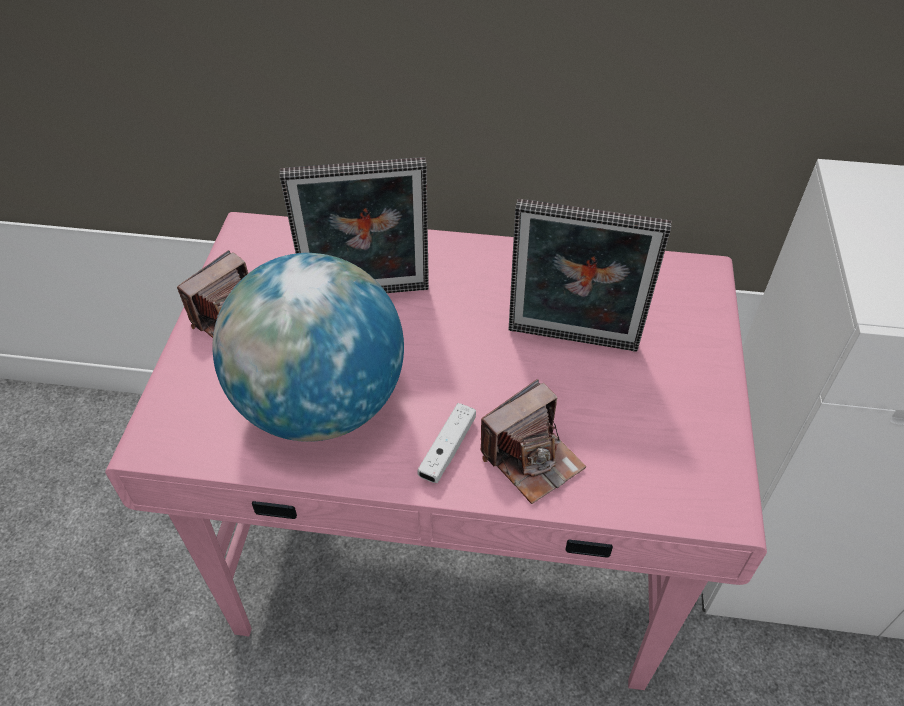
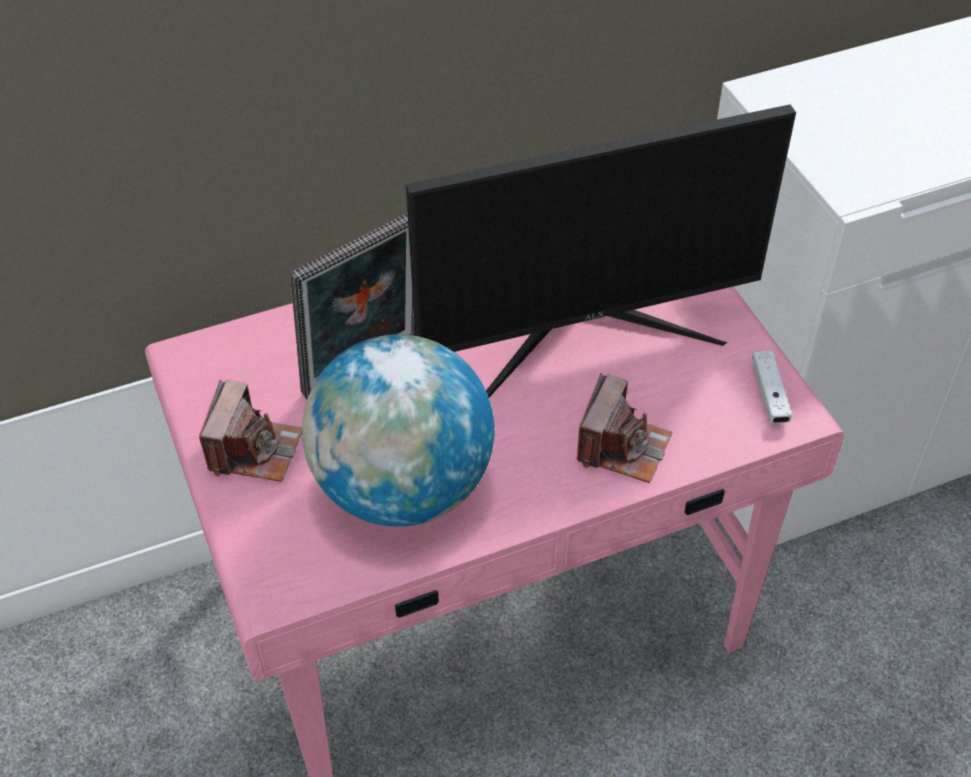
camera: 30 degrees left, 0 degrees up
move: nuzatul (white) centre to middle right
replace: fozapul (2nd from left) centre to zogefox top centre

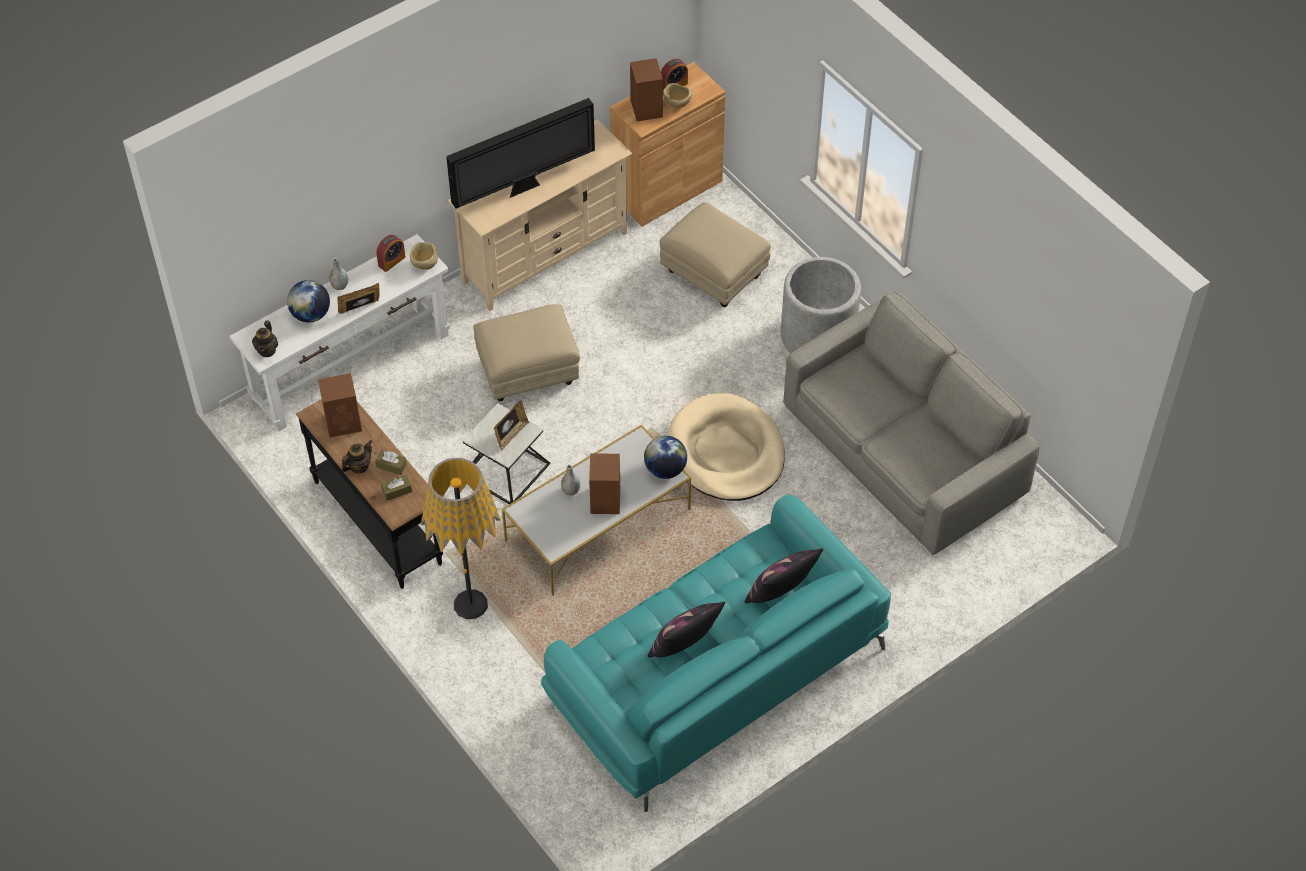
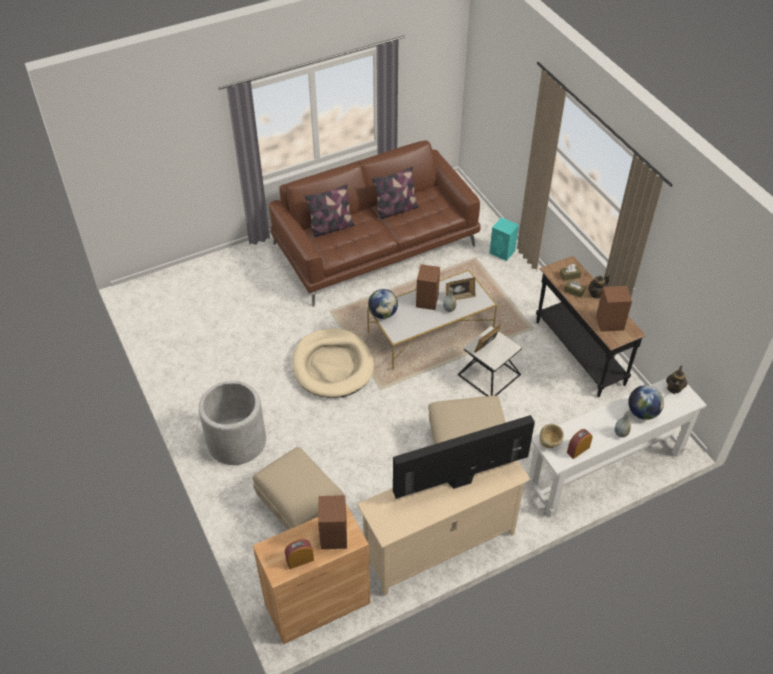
camera: 170 degrees left, 5 degrees down
delete: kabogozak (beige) (2nd from left) top centre; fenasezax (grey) middle right; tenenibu centre
insert: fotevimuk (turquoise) centre
move: fozapul (1st from left) middle left to centre
recolor: fenasezax (turquoise) bottom centre to fenasezax (brown) top centre

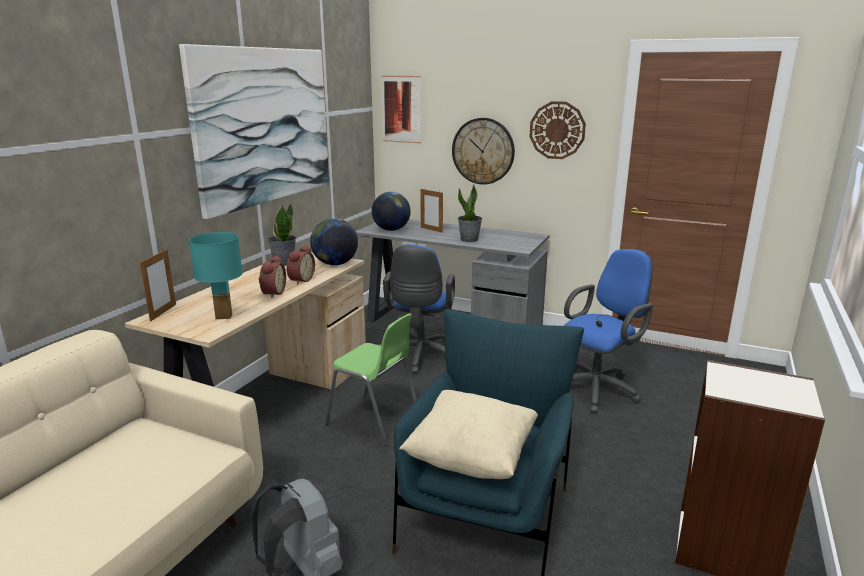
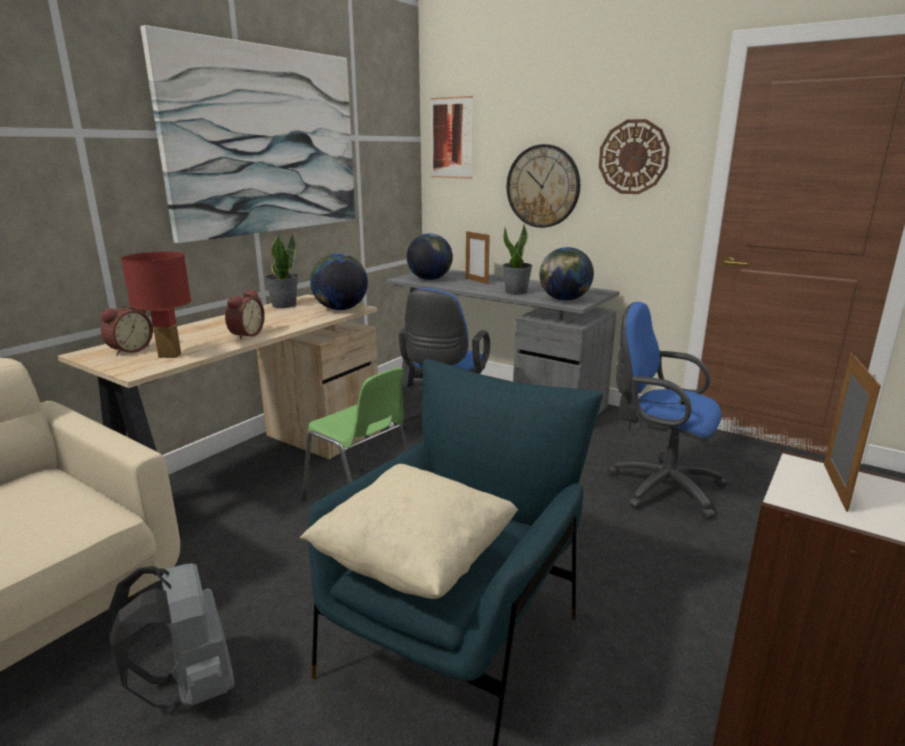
camera: 10 degrees right, 0 degrees up
insert: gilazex (3rd from left) centre
move: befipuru (2nd from left in the first image) centre to befipuru (1st from left) middle left; fozapul (1st from left in the first image) middle left to fozapul (2nd from left) middle right
recolor: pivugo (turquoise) middle left to pivugo (red) middle left
rotate: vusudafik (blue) (2nd from left) middle right = middle right 120 degrees counterclockwise

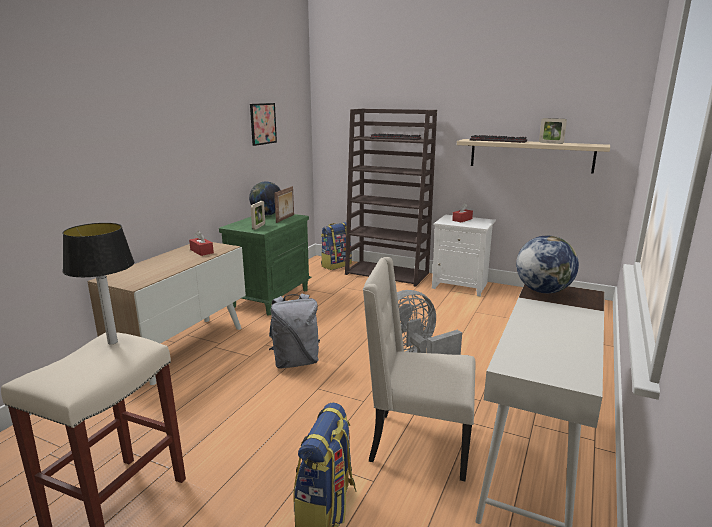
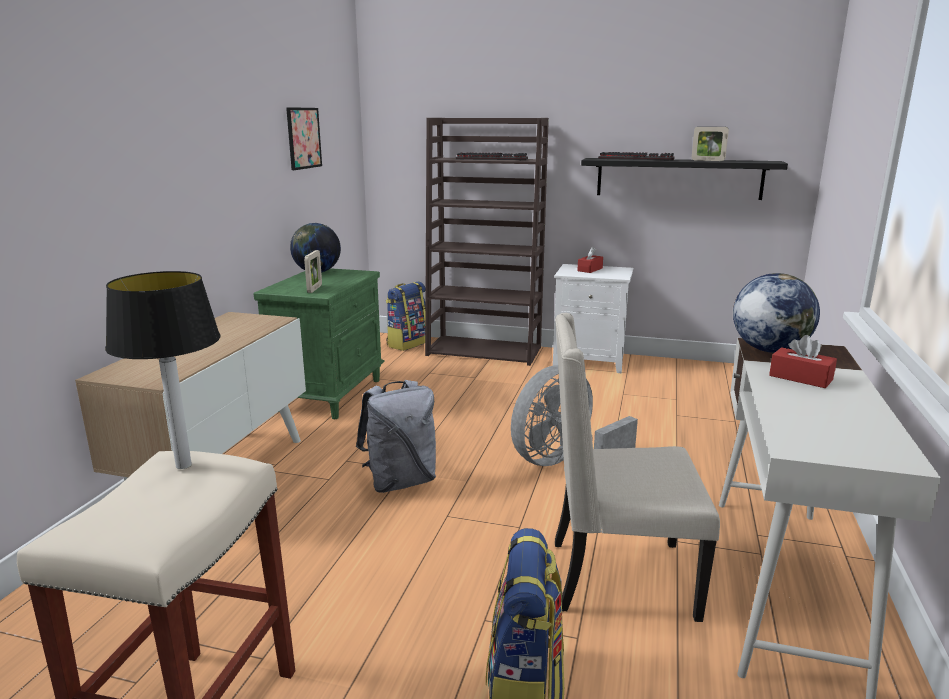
camera: 10 degrees left, 0 degrees up
delete: fozapul (2nd from left) centre
move: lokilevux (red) (1st from left in the first image) middle left to lokilevux (red) (2nd from left) middle right
recolor: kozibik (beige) top right to kozibik (black) top right

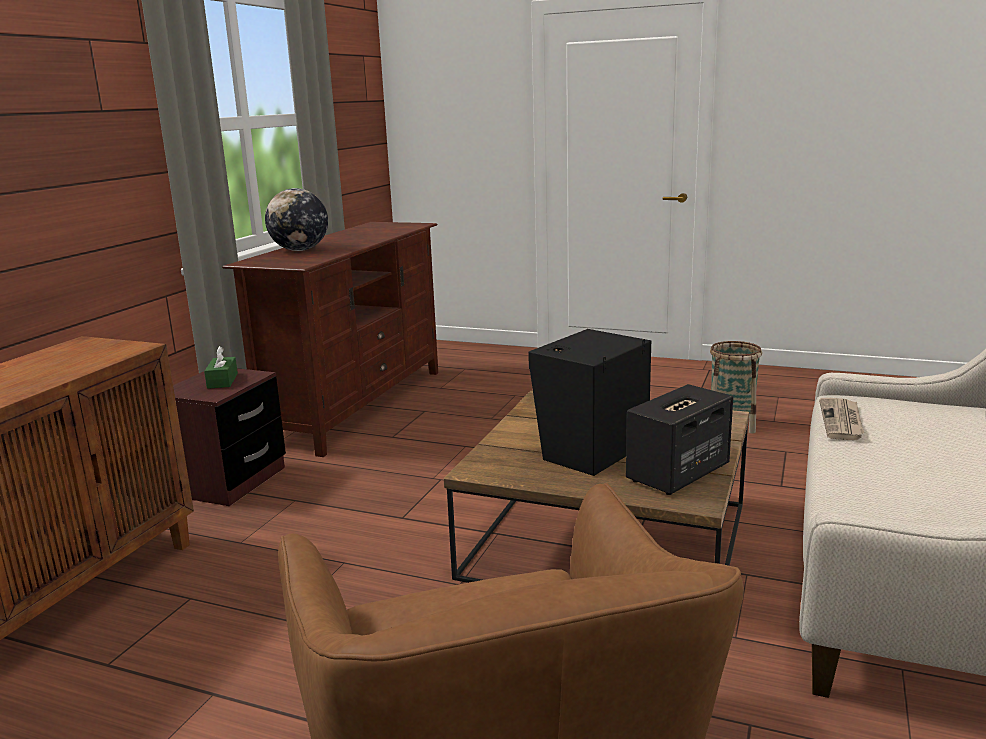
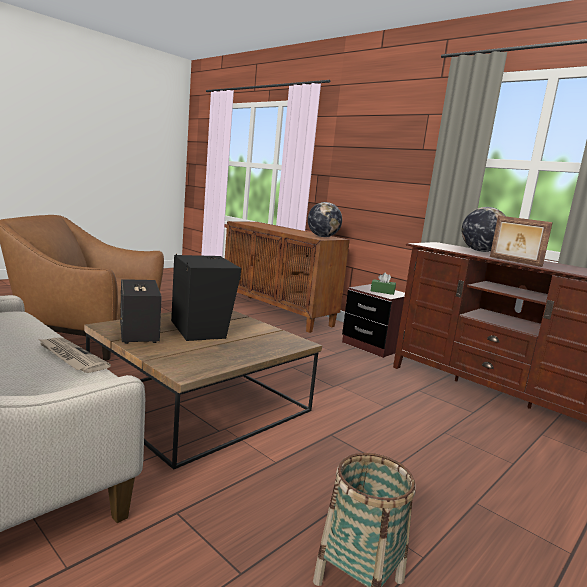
camera: 110 degrees right, 5 degrees down
insert: gilazex (1st from left) centre; fozapul middle right

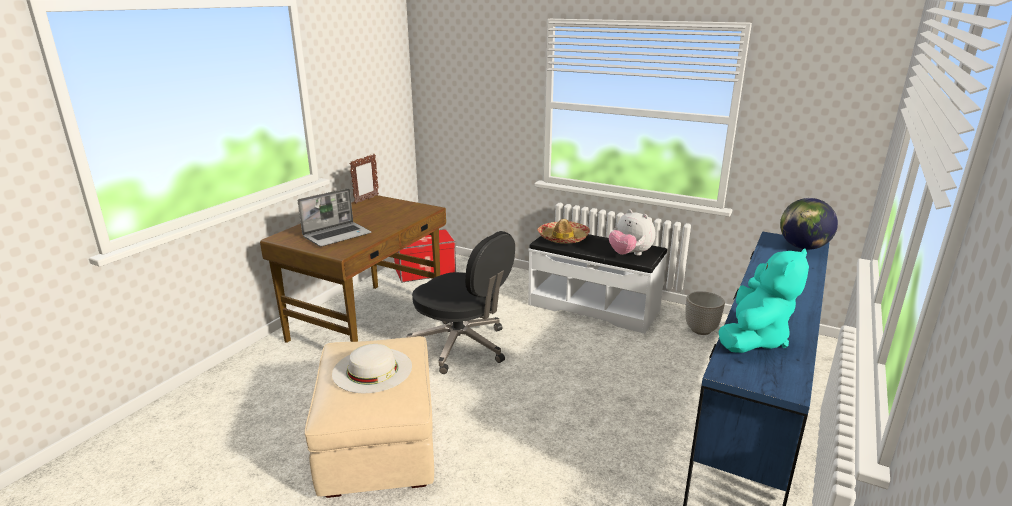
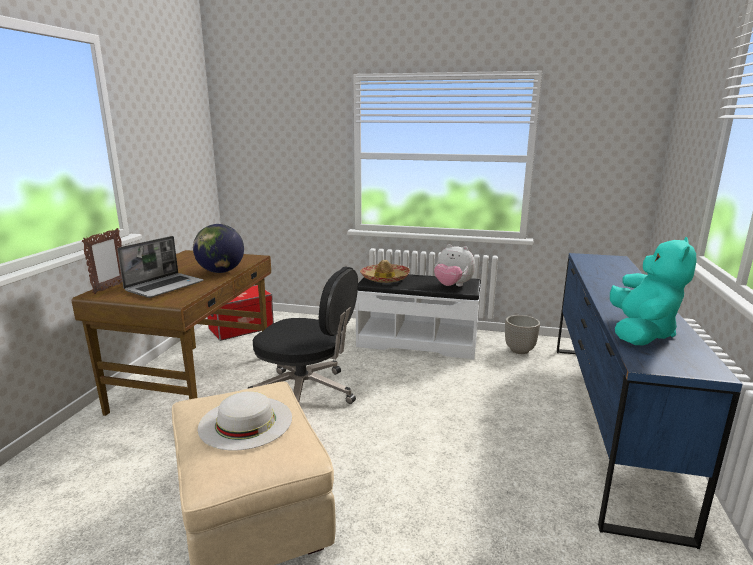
camera: 15 degrees left, 5 degrees down
move: fozapul centre to middle left; gilazex middle right to middle left

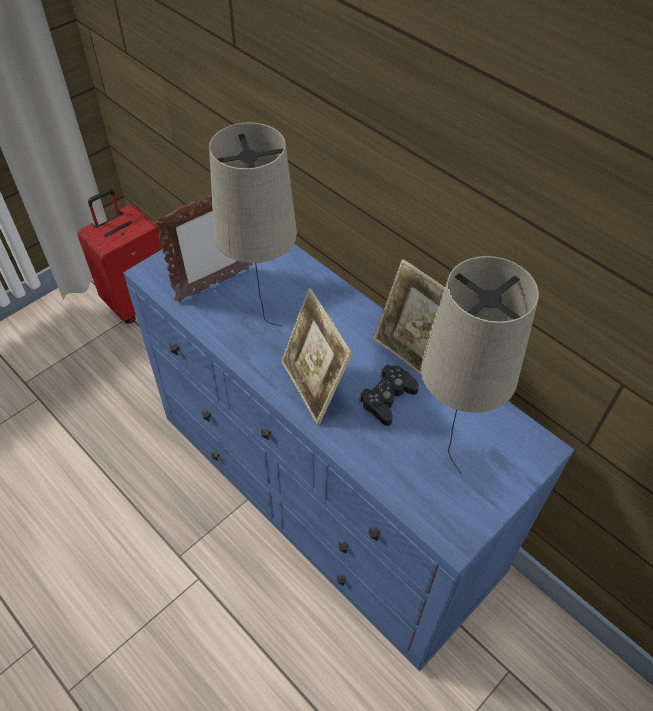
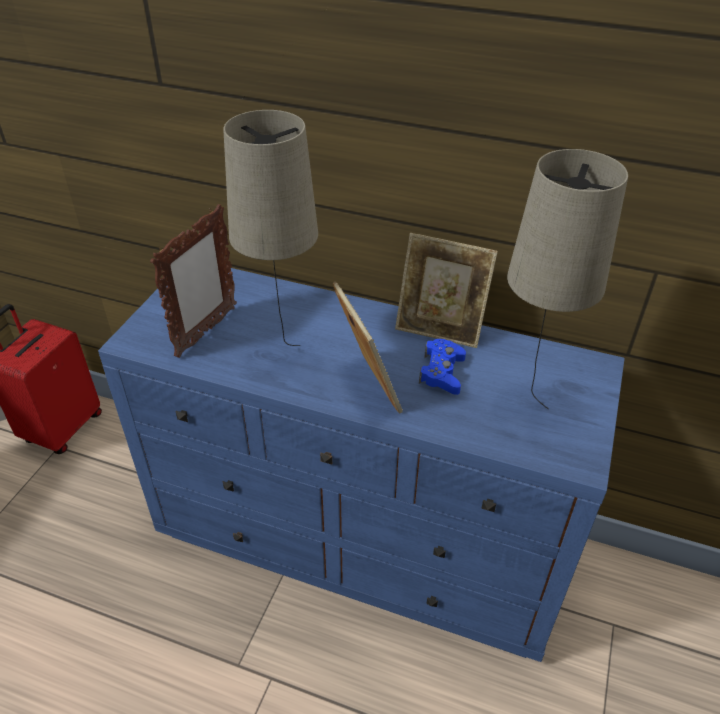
camera: 25 degrees left, 10 degrees down
recolor: nuzatul (black) centre to nuzatul (blue) centre
rotate: fozapul (2nd from left) centre = centre 150 degrees counterclockwise

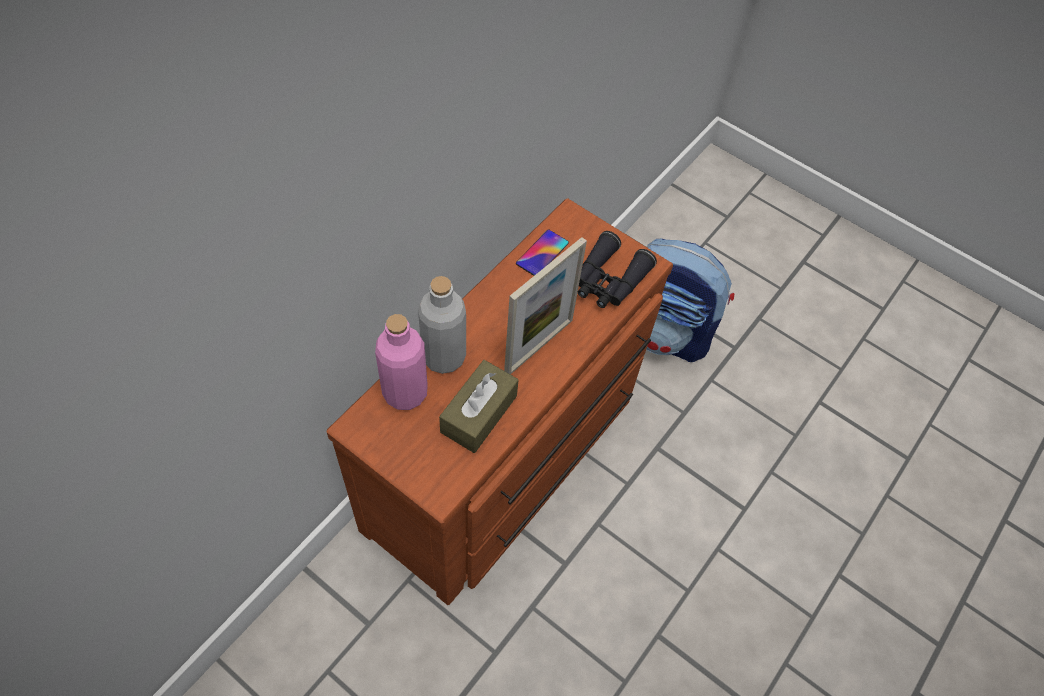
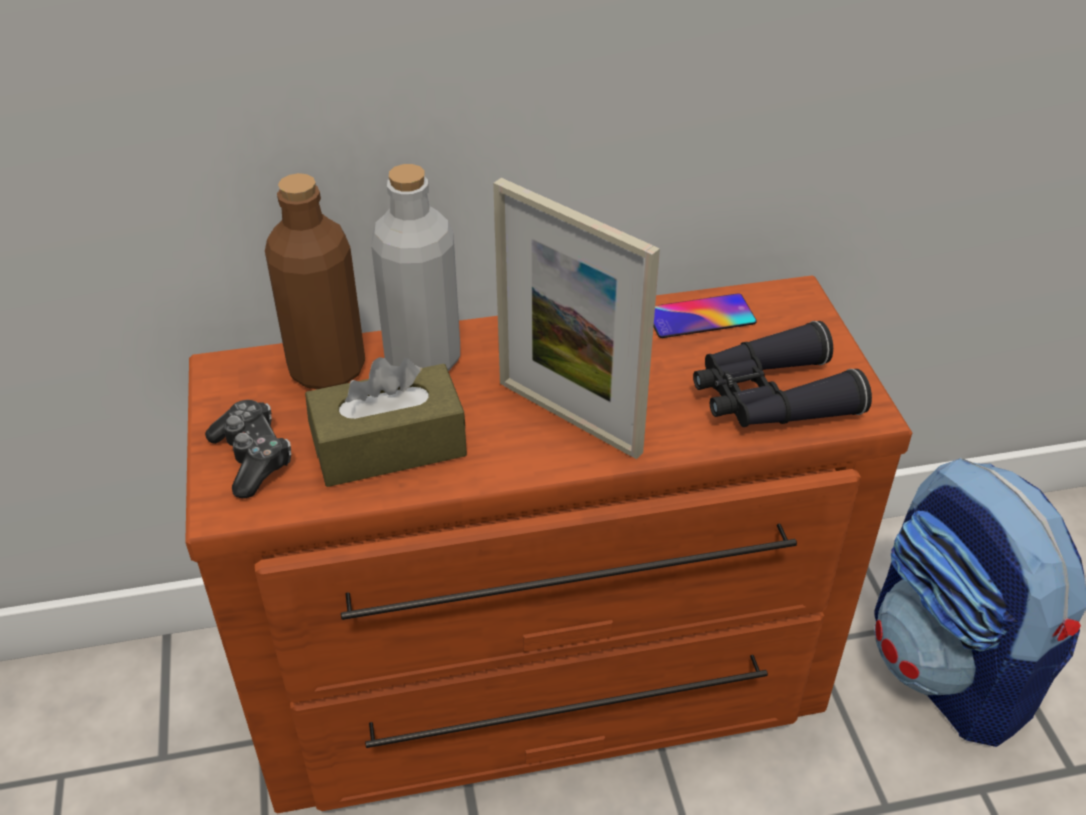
camera: 45 degrees right, 15 degrees down
insert: nuzatul middle left
recolor: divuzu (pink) centre to divuzu (brown) middle left
rotate: fozapul centre = centre 45 degrees clockwise

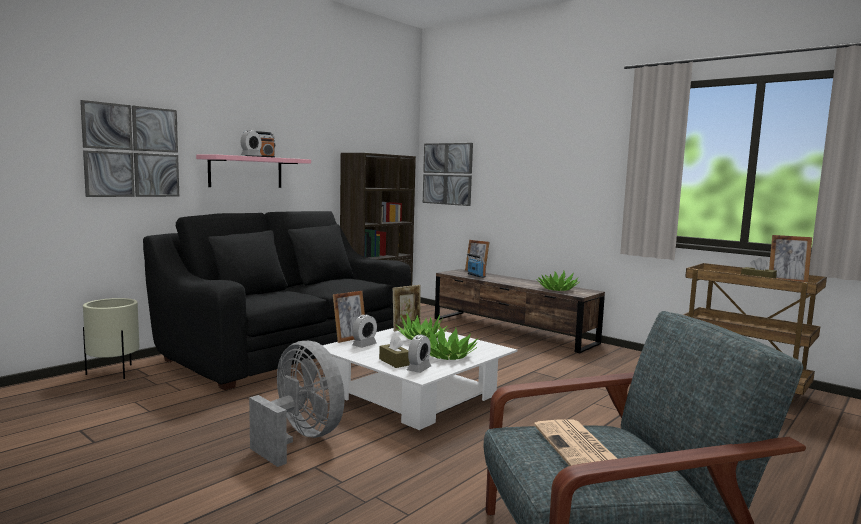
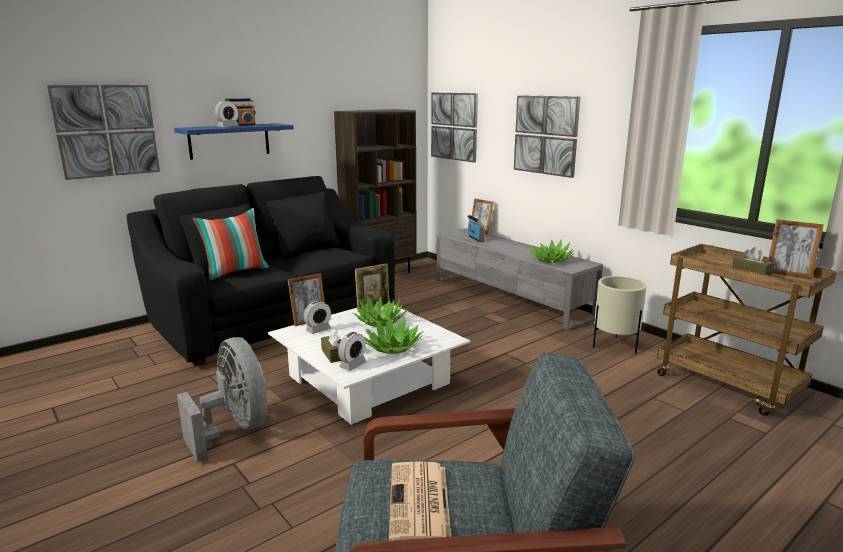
camera: 10 degrees right, 10 degrees up
insert: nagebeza (3rd from left) top centre; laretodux middle left
move: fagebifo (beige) middle left to middle right
recolor: kozibik (pink) top left to kozibik (blue) top left; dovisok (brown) centre to dovisok (grey) centre

